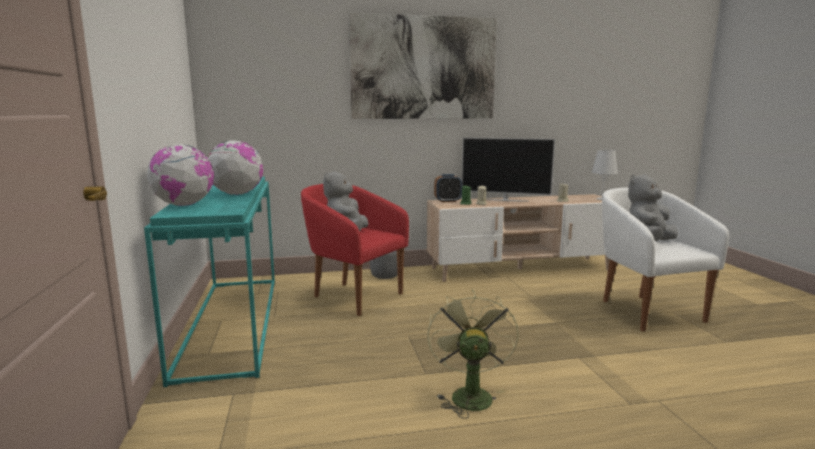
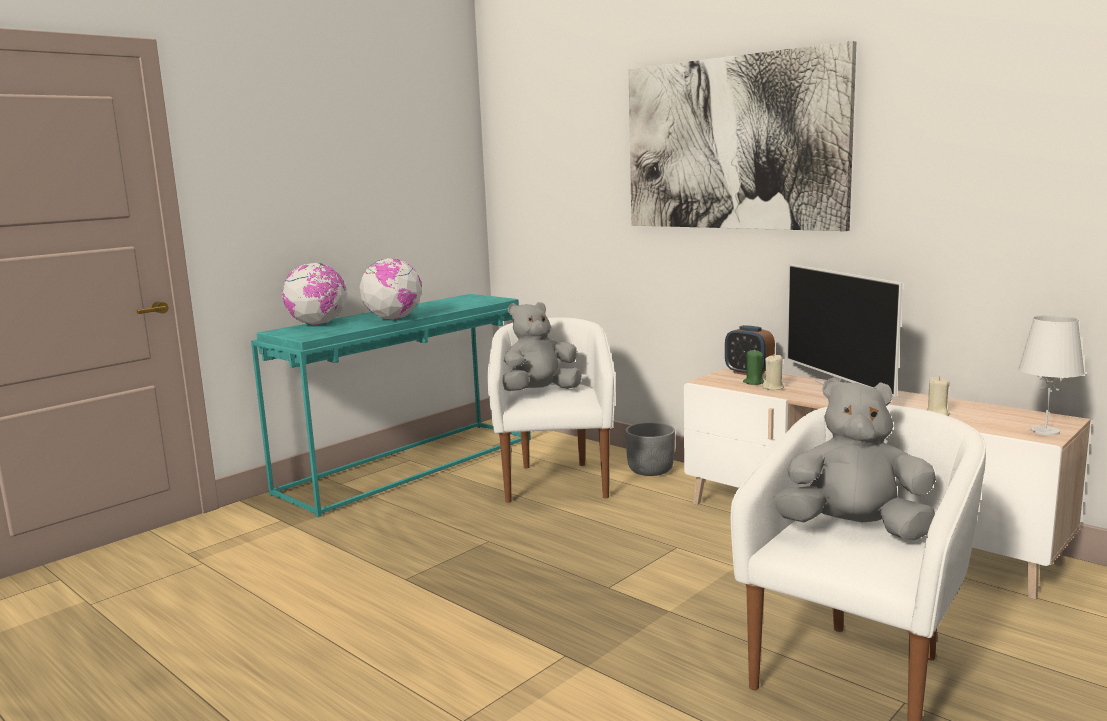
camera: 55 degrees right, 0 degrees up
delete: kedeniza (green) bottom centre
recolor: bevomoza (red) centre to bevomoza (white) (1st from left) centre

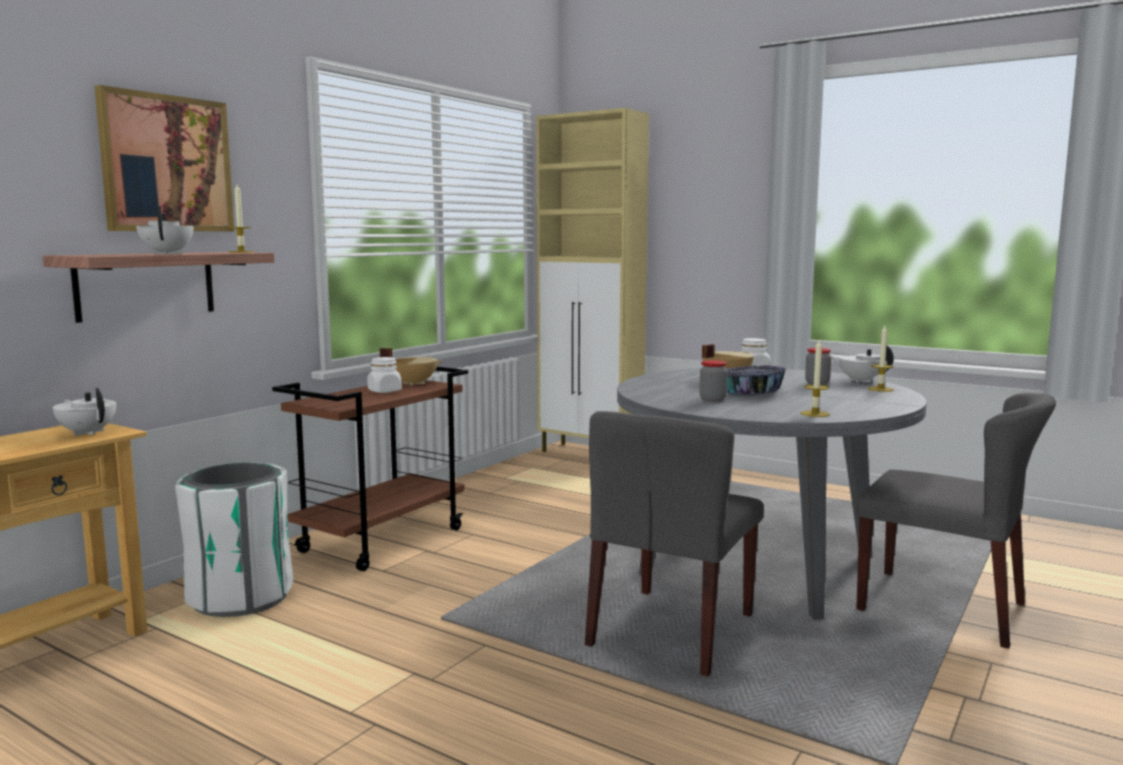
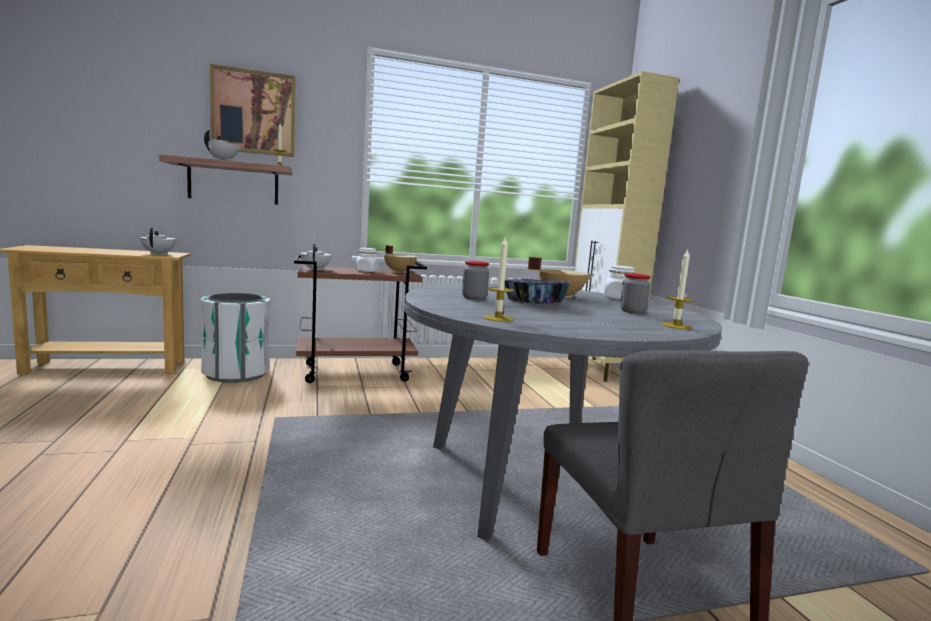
camera: 40 degrees right, 0 degrees up
delete: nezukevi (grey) (1st from left) bottom centre
move: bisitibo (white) (3rd from left) middle right to centre

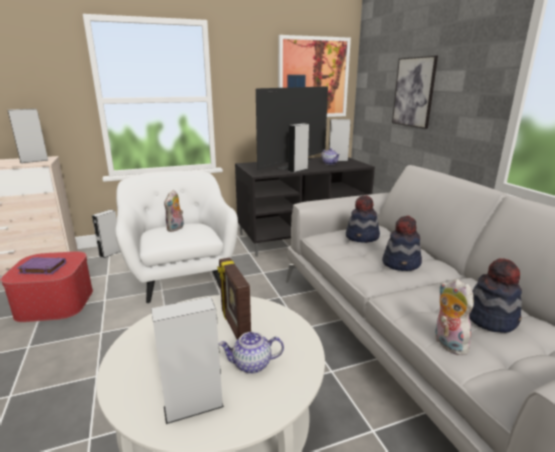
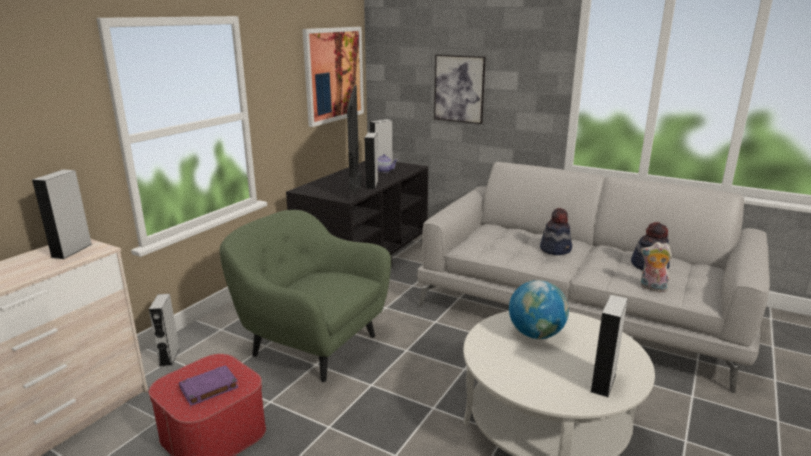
camera: 40 degrees left, 0 degrees up
delete: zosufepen (1st from left) middle left; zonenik (1st from left) centre; bisitibo (1st from left) bottom centre
replace: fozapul centre to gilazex bottom centre
recolor: bevomoza (white) middle left to bevomoza (green) centre

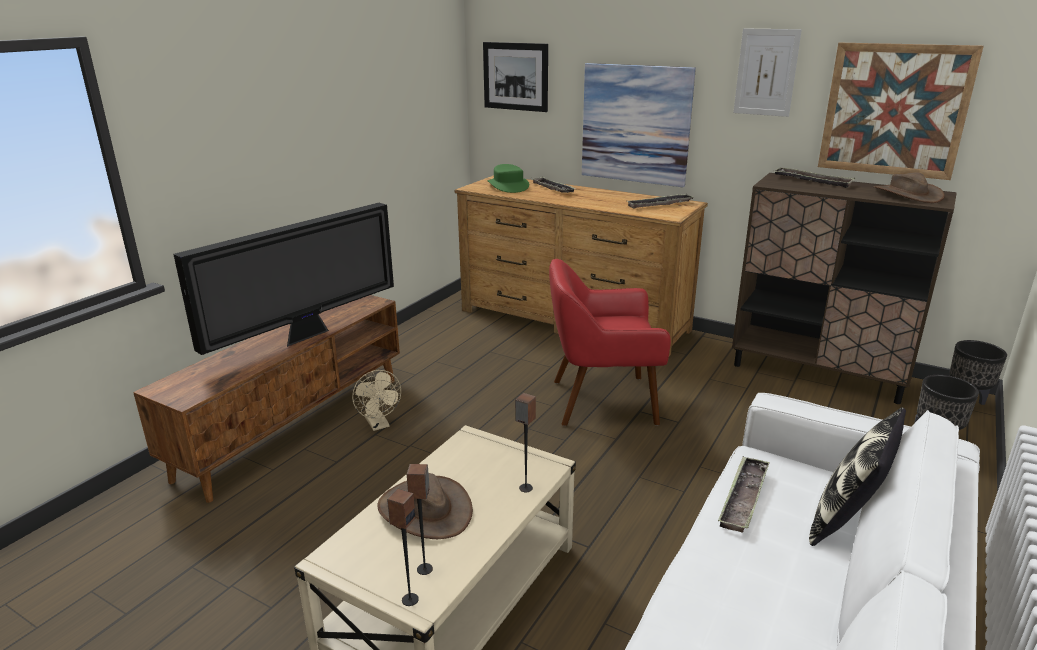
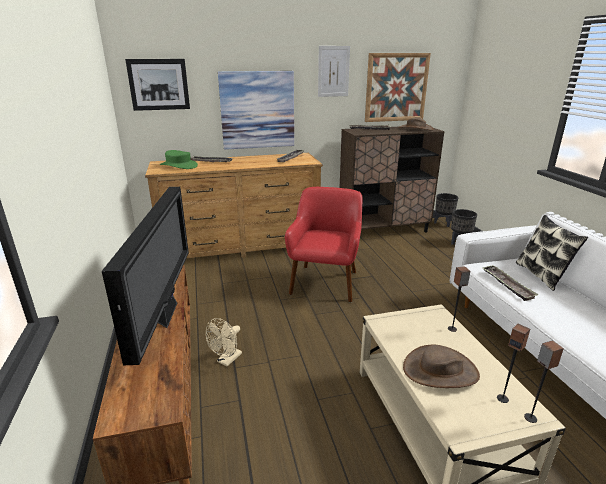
camera: 45 degrees left, 0 degrees up
rotate: bevomoza (red) centre = centre 150 degrees clockwise; kedeniza (beige) centre = bottom centre 105 degrees clockwise

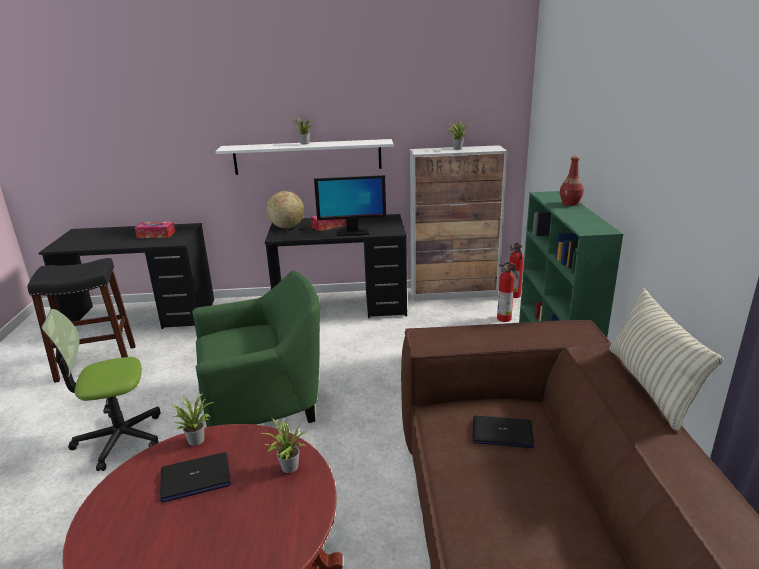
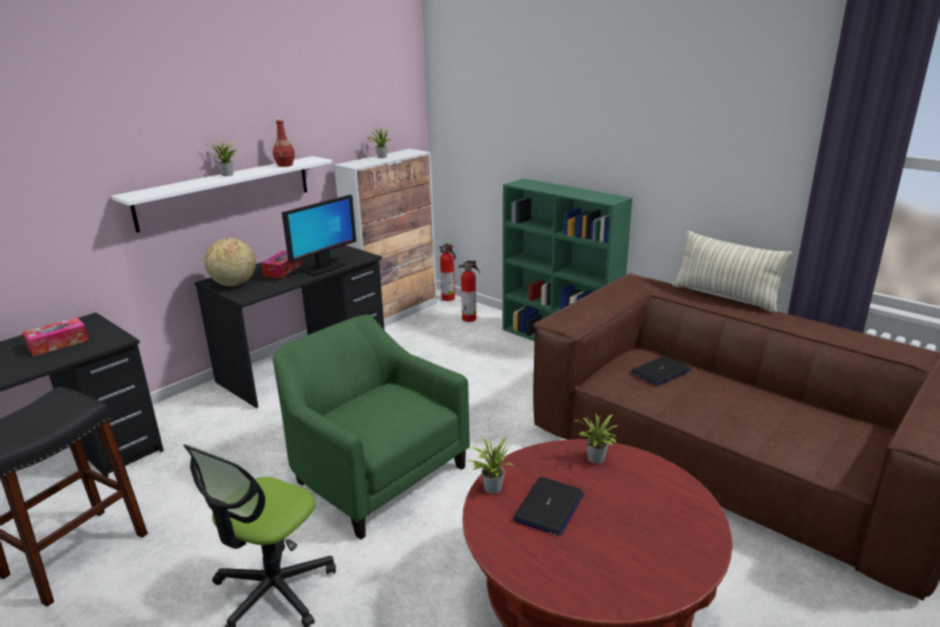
camera: 45 degrees left, 0 degrees up
move: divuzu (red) top right to top left
rotate: bevomoza (green) centre = bottom centre 75 degrees counterclockwise

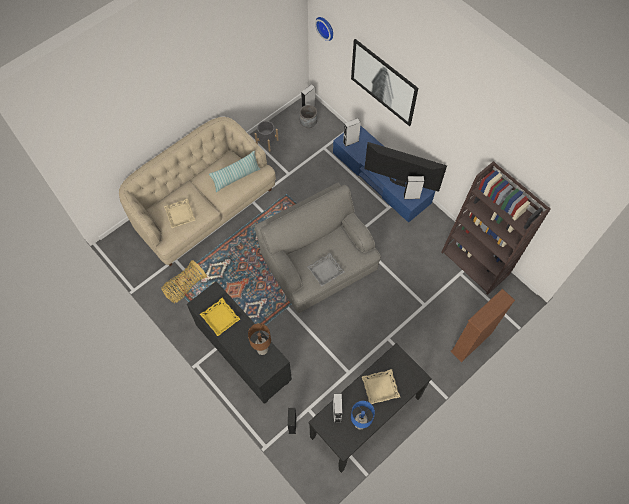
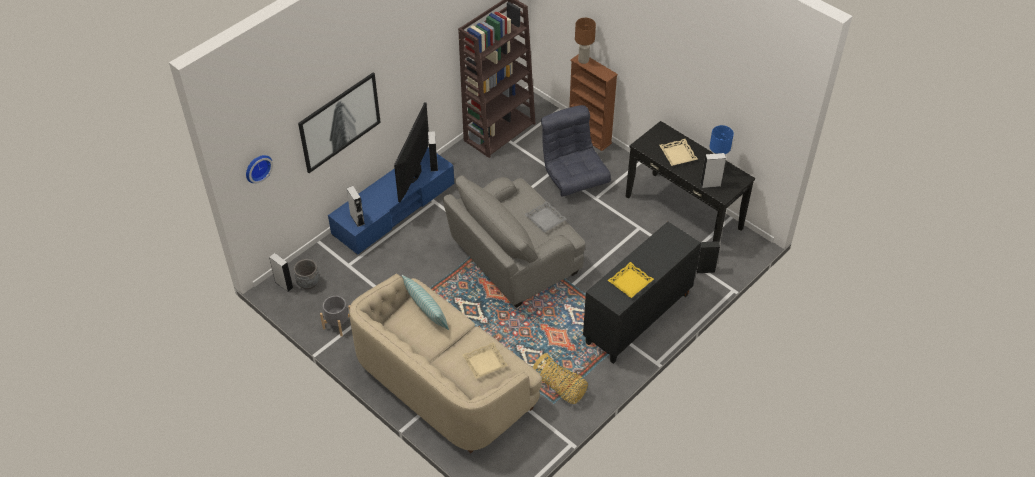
camera: 95 degrees left, 15 degrees down
insert: bevomoza (grey) (2nd from left) top centre
move: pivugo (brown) bottom centre to top centre

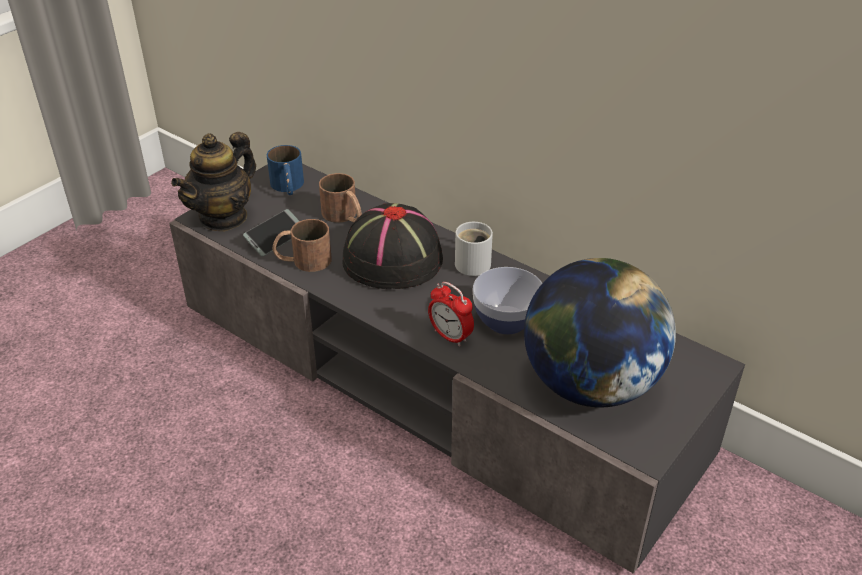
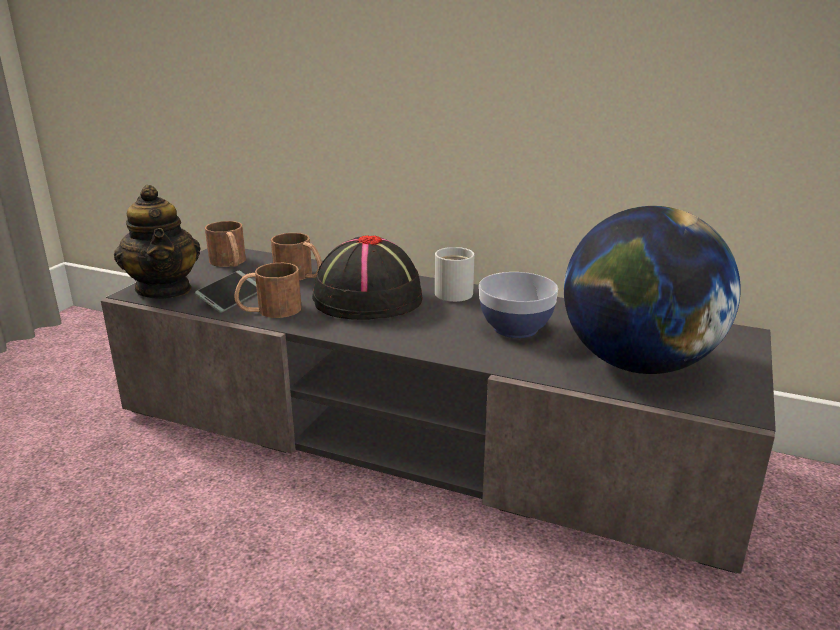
camera: 15 degrees left, 15 degrees down
delete: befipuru centre
recolor: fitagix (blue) top left to fitagix (brown) (1st from left) middle left
rotate: bisitibo top left = middle left 45 degrees counterclockwise

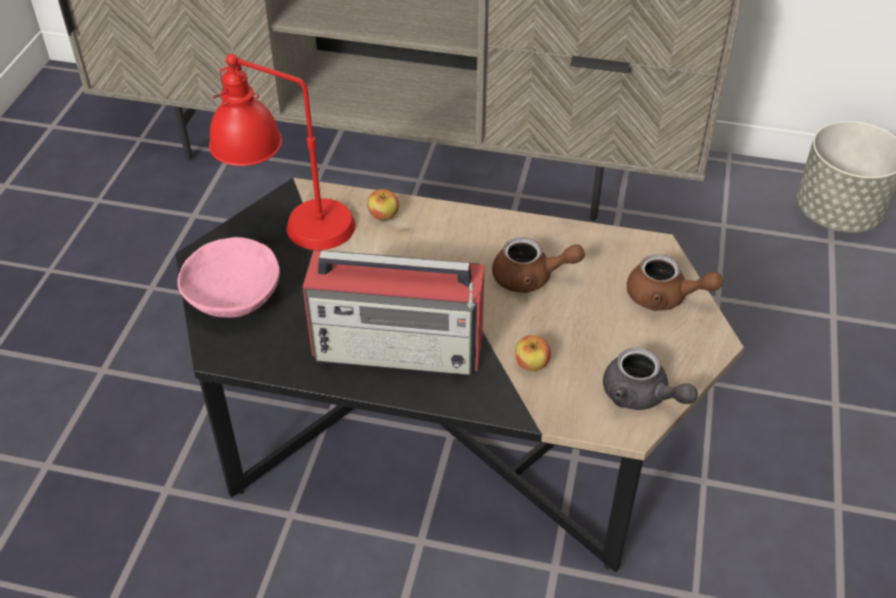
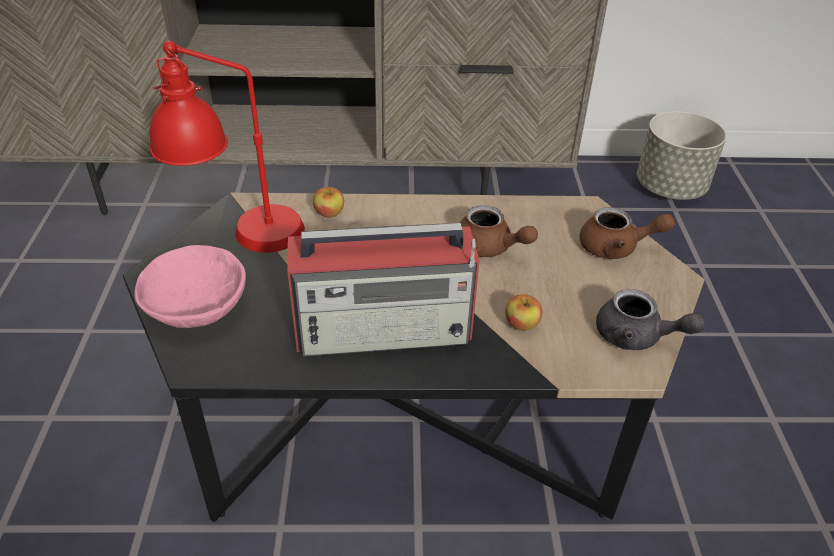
camera: 15 degrees left, 5 degrees down
rotate: bisitibo (brown) (1st from left) centre = centre 45 degrees clockwise

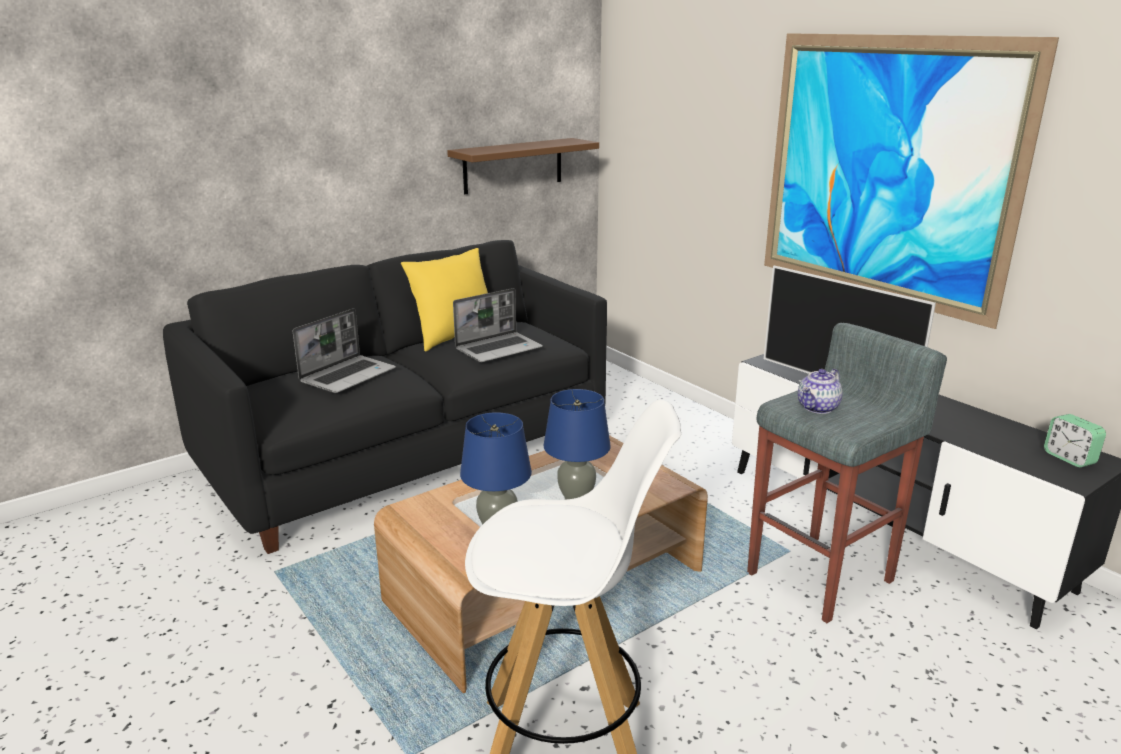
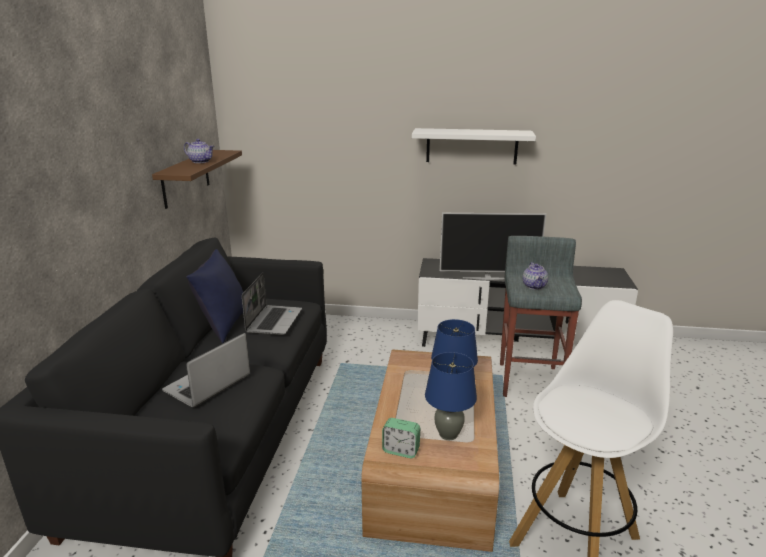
camera: 45 degrees left, 0 degrees up
insert: bisitibo (1st from left) top left
move: befipuru middle right to bottom centre
replace: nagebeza top right to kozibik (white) top centre
recolor: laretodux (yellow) centre to laretodux (blue) middle left
rotate: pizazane (1st from left) middle left = middle left 135 degrees counterclockwise

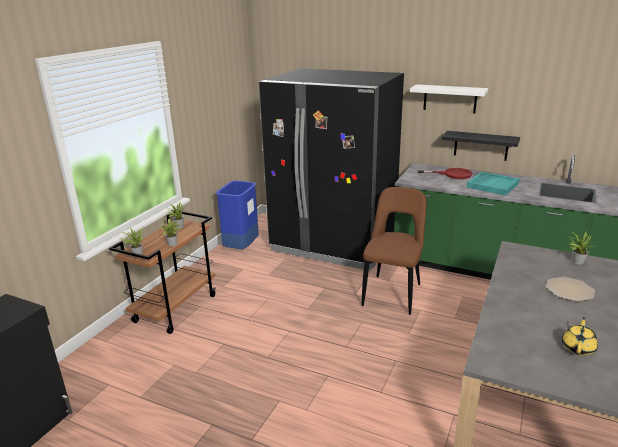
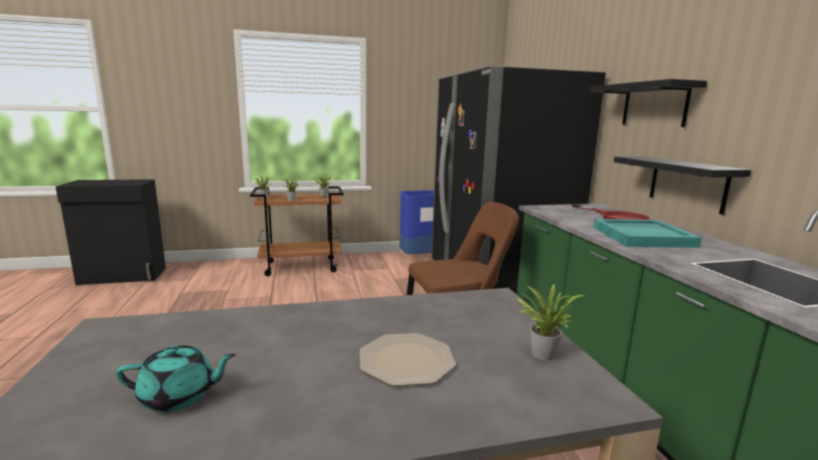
camera: 50 degrees right, 10 degrees down
recolor: kozibik (white) top right to kozibik (black) (1st from left) top right; bisitibo (yellow) bottom right to bisitibo (turquoise) bottom left

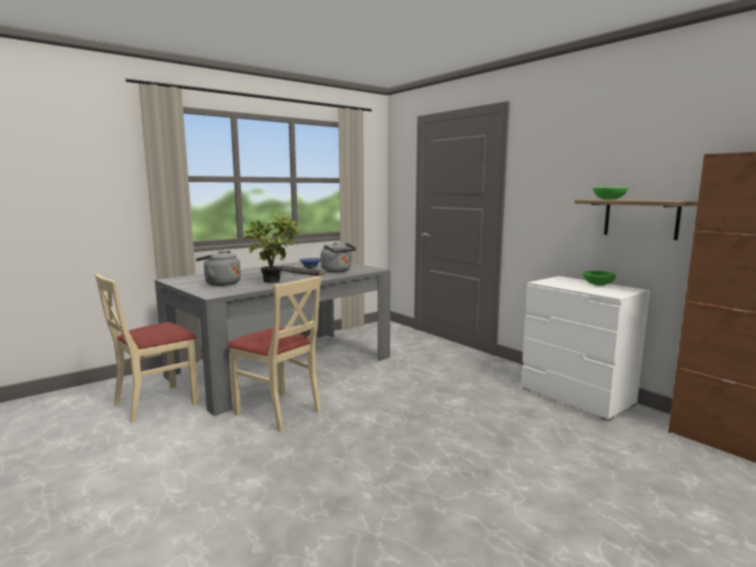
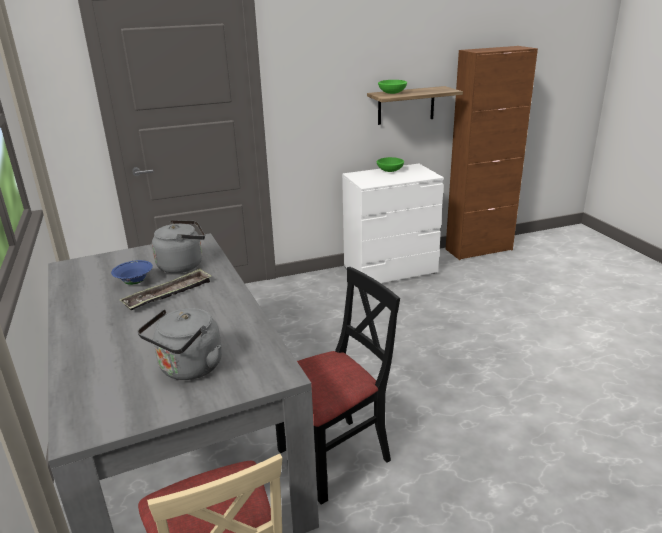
camera: 70 degrees left, 15 degrees up
delete: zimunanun centre
recolor: nezukevi (beige) (2nd from left) centre to nezukevi (black) bottom centre

